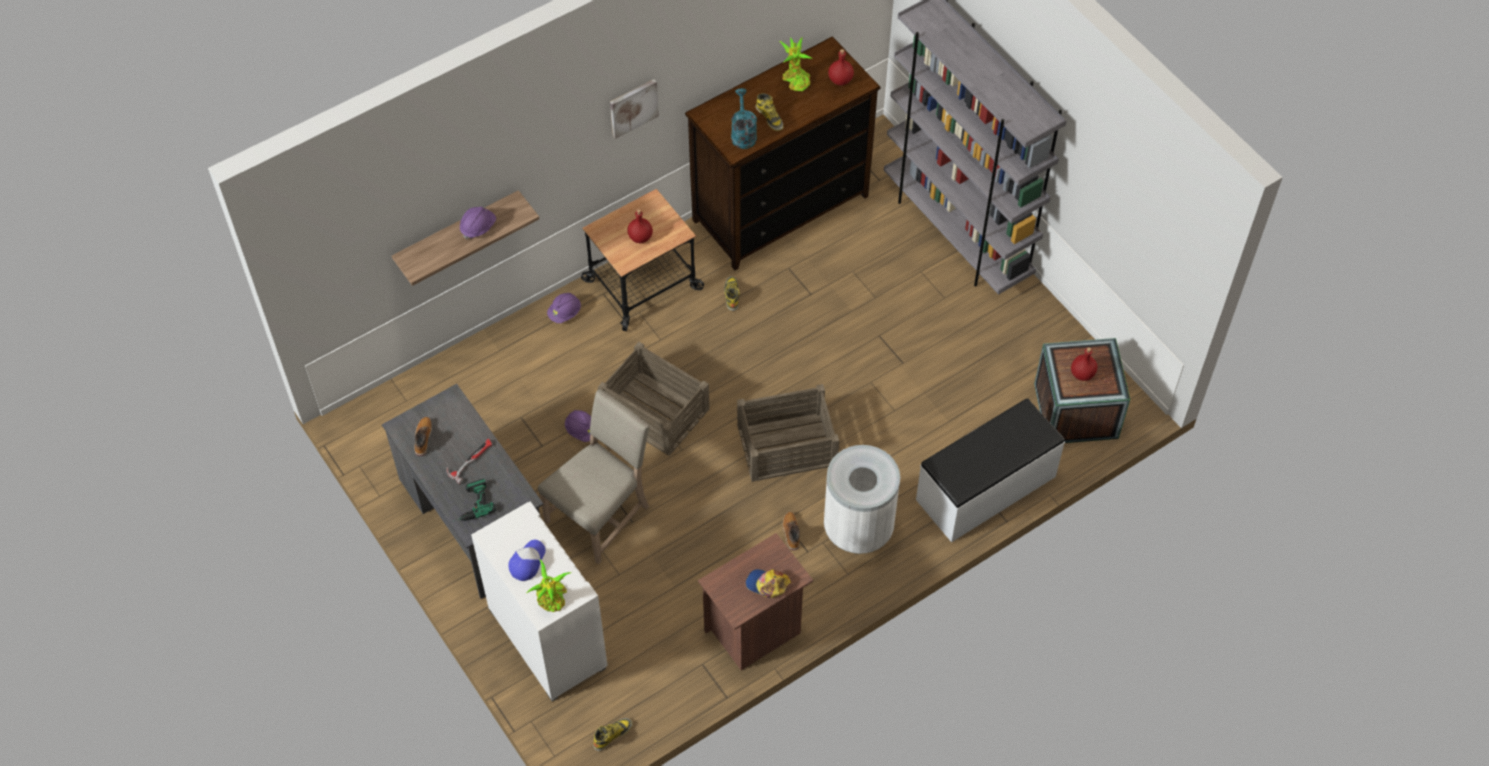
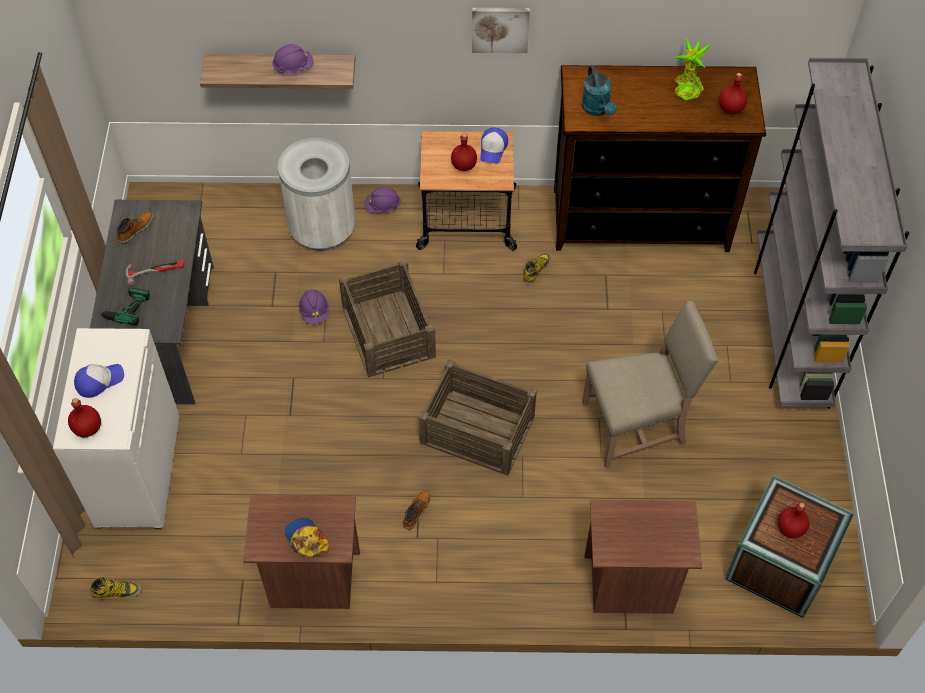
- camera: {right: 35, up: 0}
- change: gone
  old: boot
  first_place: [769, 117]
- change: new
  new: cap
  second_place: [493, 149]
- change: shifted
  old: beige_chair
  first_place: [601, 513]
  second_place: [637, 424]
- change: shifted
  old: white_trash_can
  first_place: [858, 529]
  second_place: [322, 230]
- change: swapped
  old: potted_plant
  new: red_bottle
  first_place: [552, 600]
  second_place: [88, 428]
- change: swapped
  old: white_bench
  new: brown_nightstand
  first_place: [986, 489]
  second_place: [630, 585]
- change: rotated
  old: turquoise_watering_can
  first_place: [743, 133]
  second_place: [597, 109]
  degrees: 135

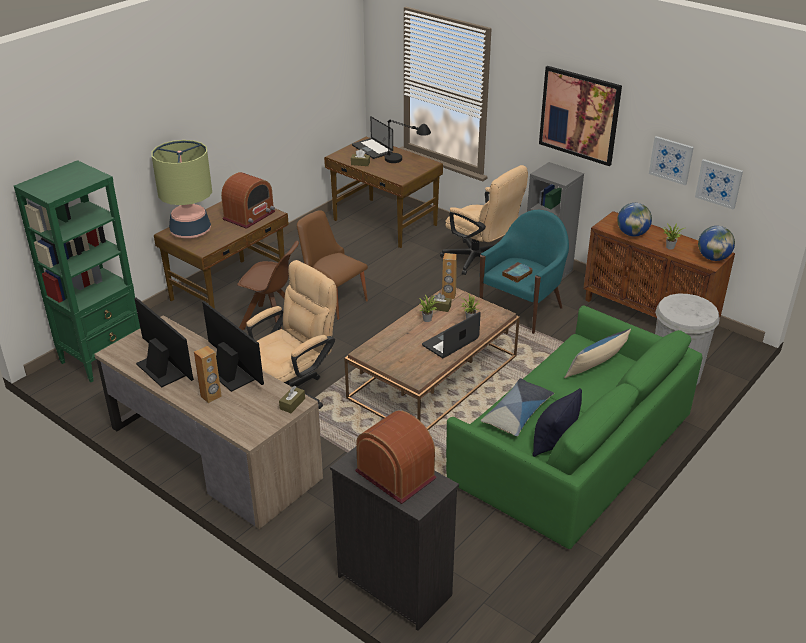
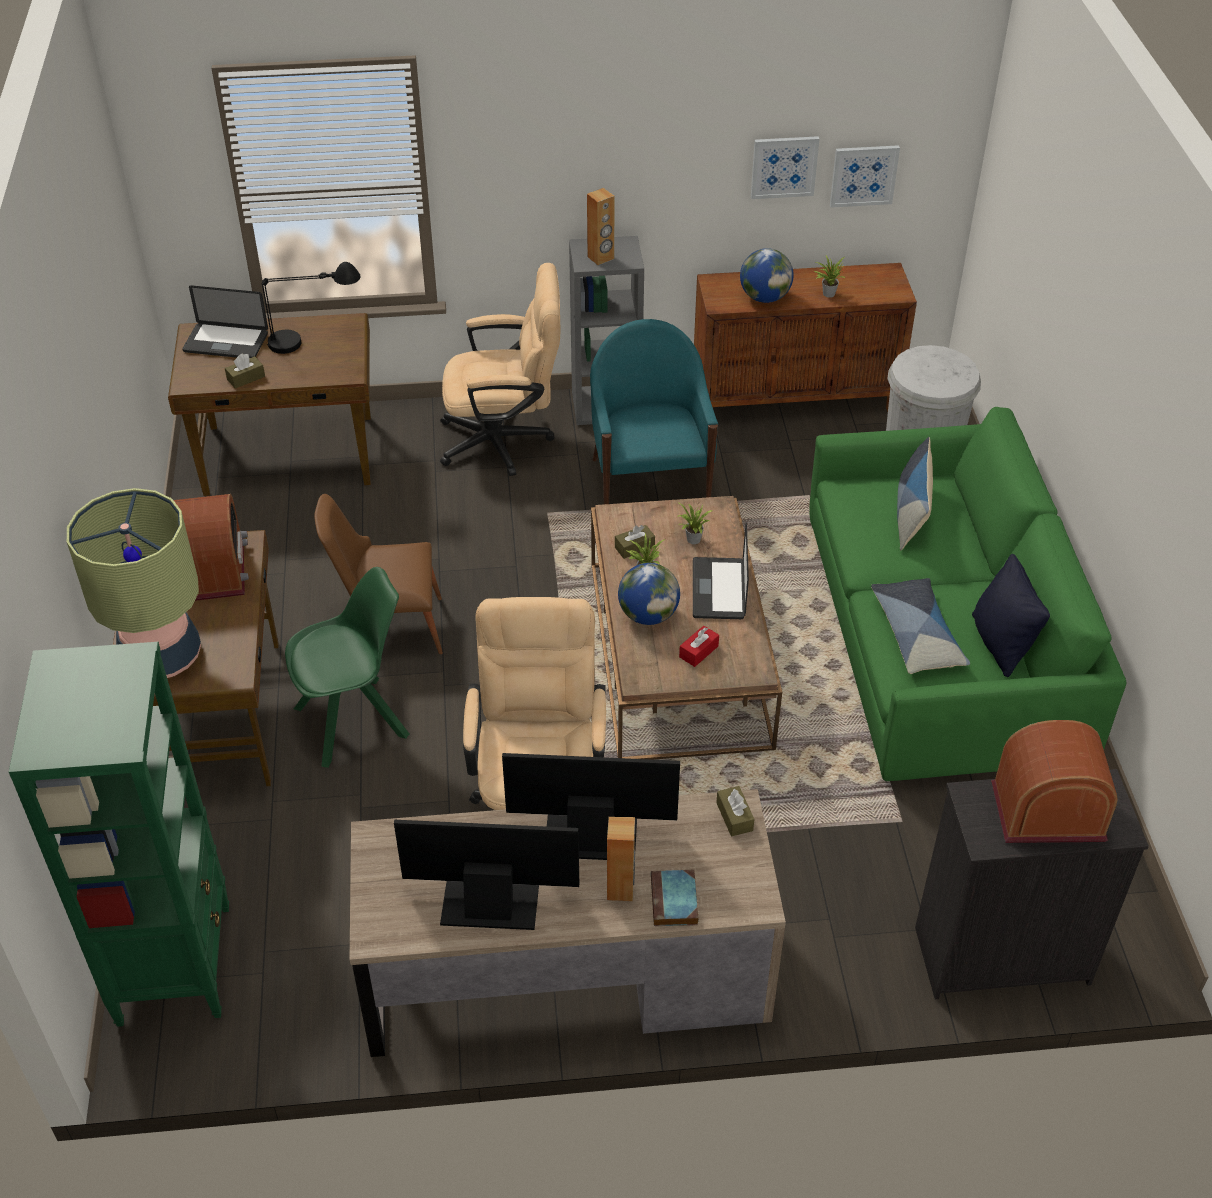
- camera: {right: -45, up: 10}
- change: gone
  old: picture
  first_place: [579, 115]
- change: new
  new: red_tissue_box
  second_place: [698, 651]
- change: shifted
  old: brown_speaker
  first_place: [448, 295]
  second_place: [601, 258]
- change: shifted
  old: book
  first_place: [517, 274]
  second_place: [674, 902]
- change: shifted
  old: globe
  first_place: [713, 258]
  second_place: [648, 615]
- change: repainted
  old: brown_chair
  new: green_chair
  first_place: [272, 322]
  second_place: [355, 721]

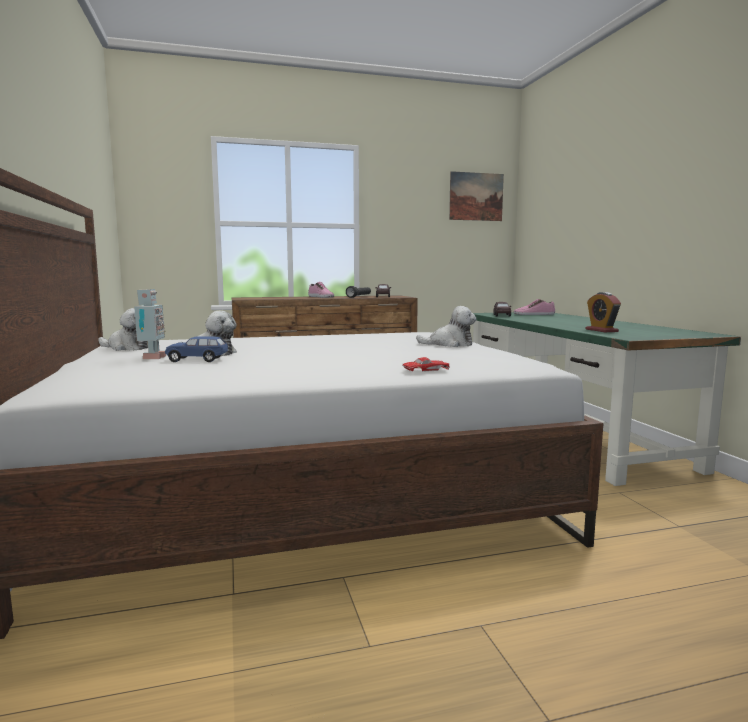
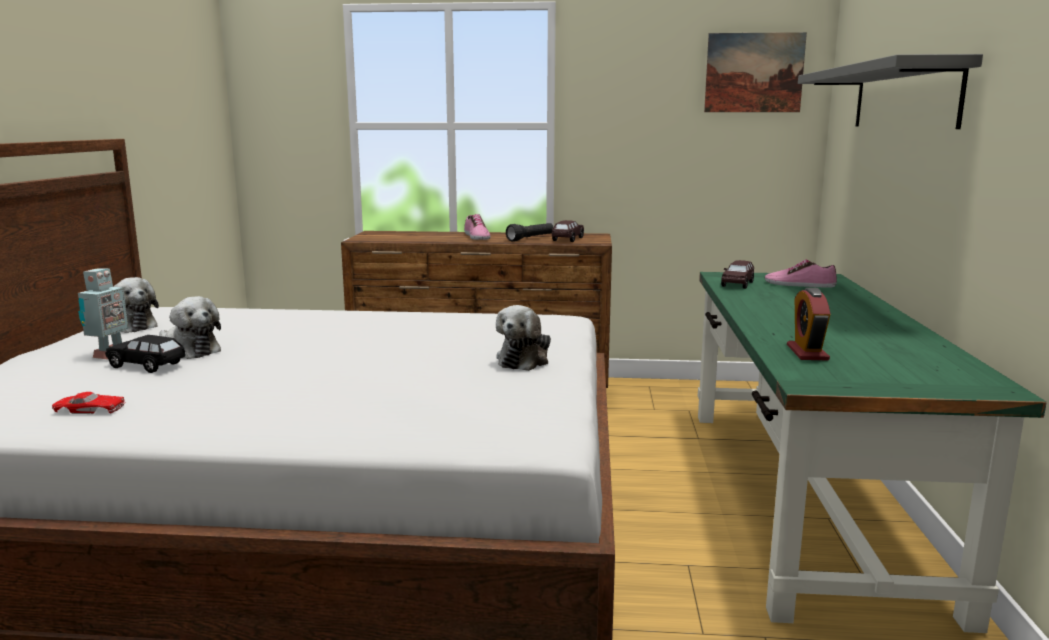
- camera: {right: 20, up: 5}
- change: new
  new: grey_shelf
  second_place: [904, 97]
- change: shifted
  old: red_toy_car
  first_place: [425, 370]
  second_place: [89, 409]
- change: repainted
  old: blue_toy_car
  new: black_toy_car
  first_place: [197, 360]
  second_place: [147, 366]
- change: rotated
  old: plush_toy
  first_place: [449, 344]
  second_place: [524, 360]
  degrees: 90

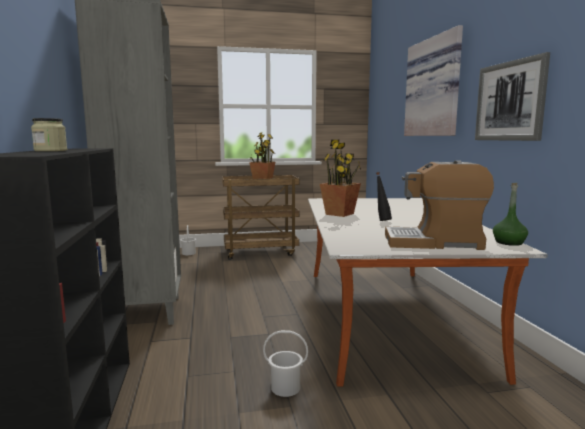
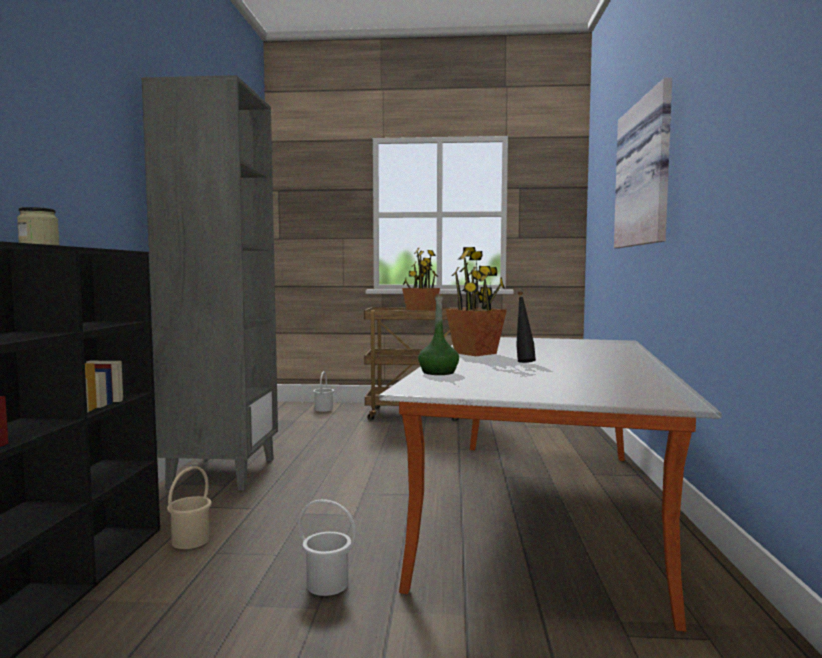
- camera: {right: 15, up: -5}
- change: gone
  old: coffee_machine
  first_place: [434, 242]
- change: gone
  old: picture
  first_place: [509, 101]
- change: new
  new: beige_bucket
  second_place: [190, 541]
- change: shifted
  old: green_bottle
  first_place: [508, 242]
  second_place: [438, 372]

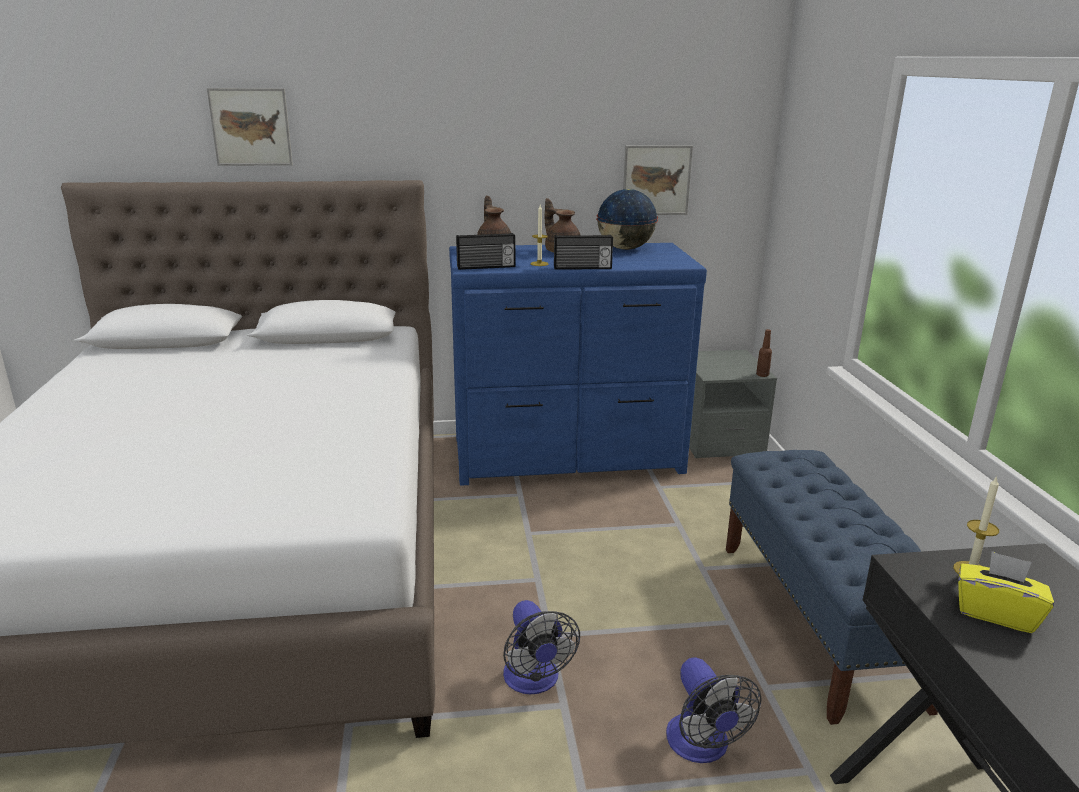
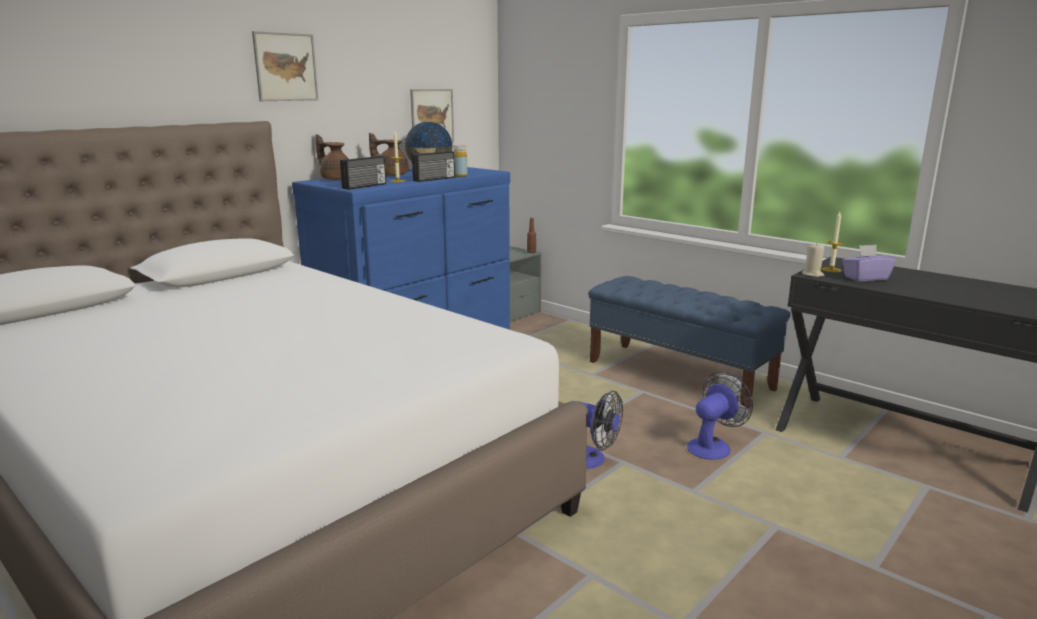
- camera: {right: -40, up: -5}
- change: new
  new: yellow_bottle
  second_place: [460, 176]
- change: new
  new: beige_candle
  second_place: [812, 274]
- change: shifted
  old: picture
  first_place: [251, 127]
  second_place: [285, 67]
- change: repainted
  old: yellow_tissue_box
  new: purple_tissue_box
  first_place: [996, 613]
  second_place: [865, 278]
- change: rotated
  old: fan
  first_place: [702, 747]
  second_place: [713, 446]
  degrees: -75

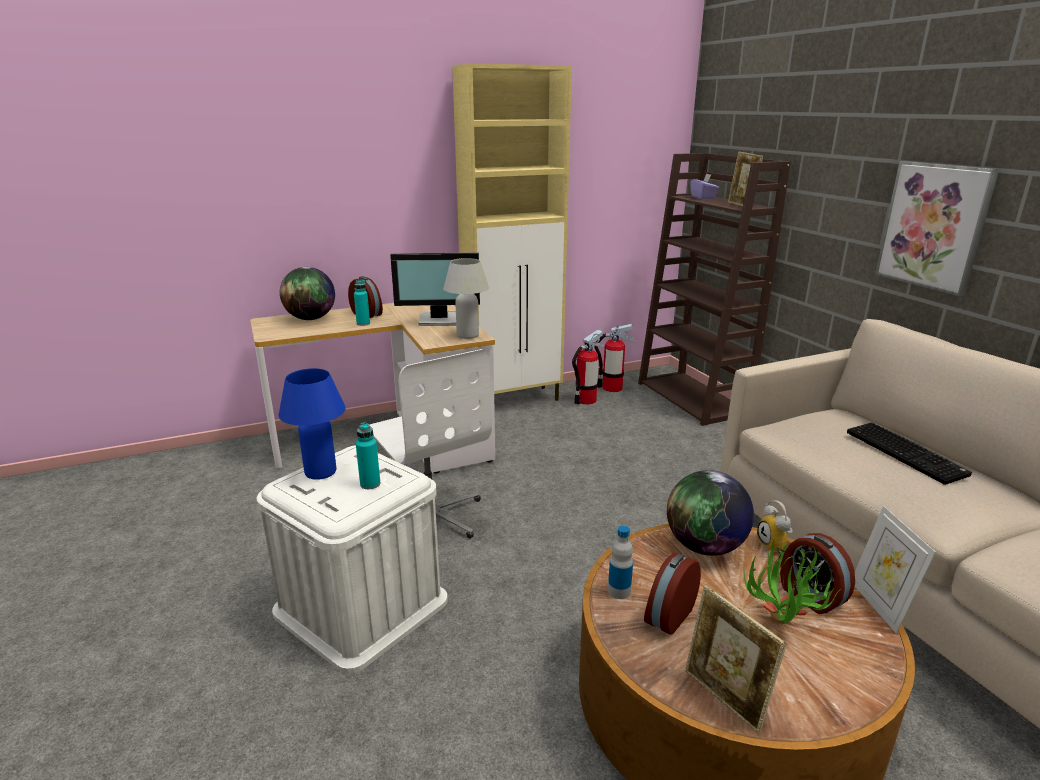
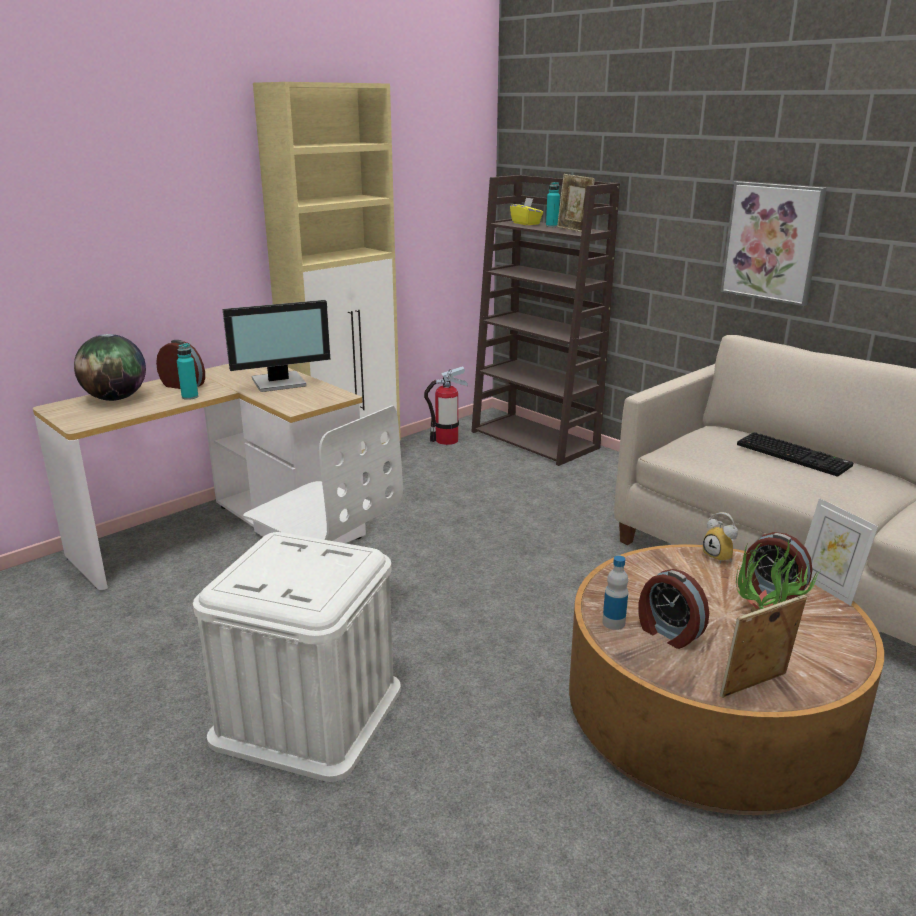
- camera: {right: -20, up: 0}
- change: gone
  old: blue_table_lamp
  first_place: [320, 472]
- change: gone
  old: white_table_lamp
  first_place: [467, 335]
- change: gone
  old: fire_extinguisher
  first_place: [585, 400]
- change: gone
  old: globe
  first_place: [705, 547]
- change: shifted
  old: turquoise_bottle
  first_place: [370, 484]
  second_place: [552, 226]
- change: repainted
  old: purple_tissue_box
  new: yellow_tissue_box
  first_place: [703, 198]
  second_place: [526, 223]
- change: rotated
  old: alarm_clock
  first_place: [668, 615]
  second_place: [668, 633]
  degrees: -60
- change: rotated
  old: picture_frame
  first_place: [724, 699]
  second_place: [755, 688]
  degrees: 120

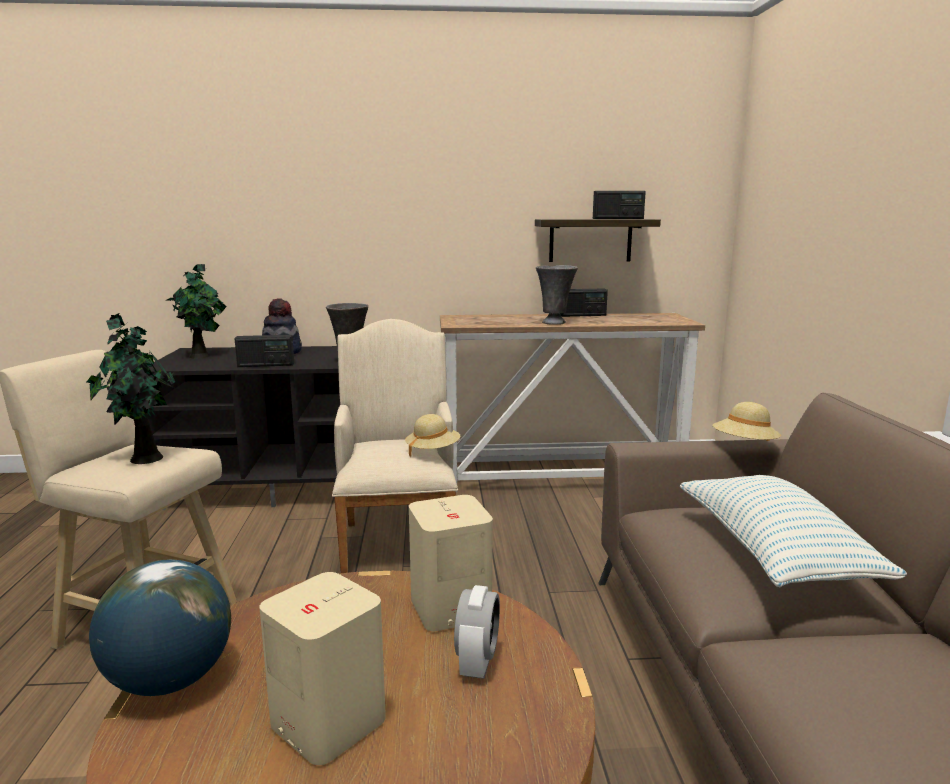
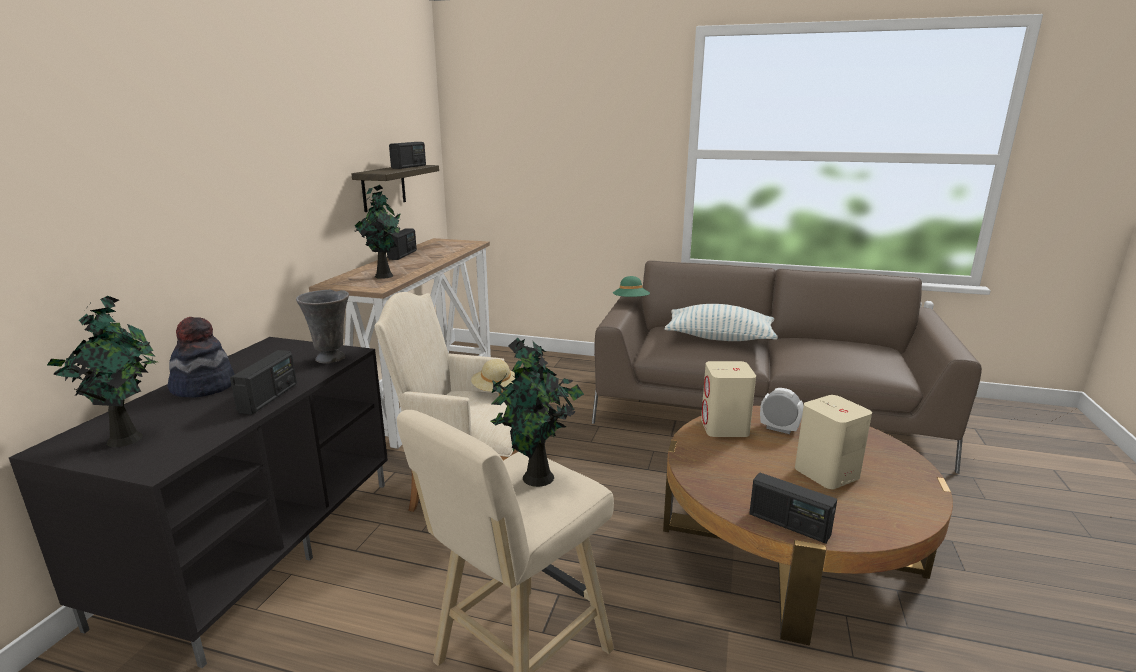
- camera: {right: -70, up: 5}
- change: gone
  old: grey_vase
  first_place: [555, 323]
- change: new
  new: potted_plant
  second_place: [383, 275]
- change: swapped
  old: globe
  new: radio
  first_place: [171, 680]
  second_place: [788, 524]
- change: repainted
  old: beige_hat
  new: green_hat
  first_place: [744, 445]
  second_place: [631, 302]

